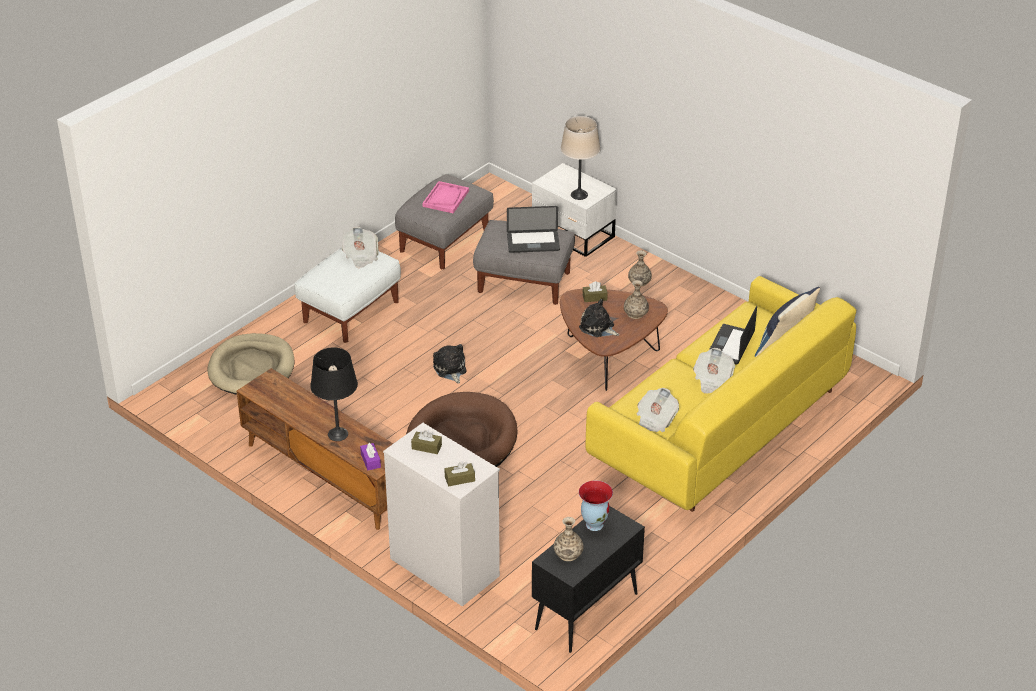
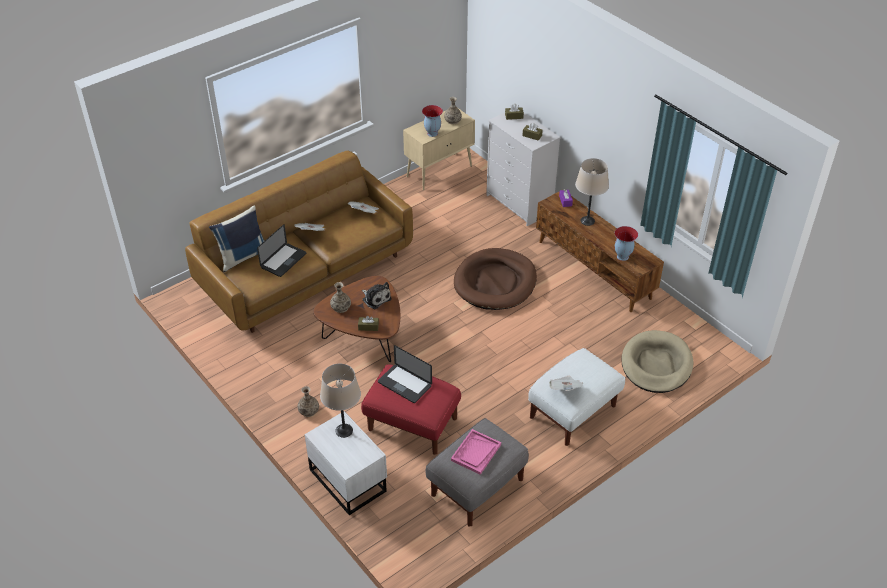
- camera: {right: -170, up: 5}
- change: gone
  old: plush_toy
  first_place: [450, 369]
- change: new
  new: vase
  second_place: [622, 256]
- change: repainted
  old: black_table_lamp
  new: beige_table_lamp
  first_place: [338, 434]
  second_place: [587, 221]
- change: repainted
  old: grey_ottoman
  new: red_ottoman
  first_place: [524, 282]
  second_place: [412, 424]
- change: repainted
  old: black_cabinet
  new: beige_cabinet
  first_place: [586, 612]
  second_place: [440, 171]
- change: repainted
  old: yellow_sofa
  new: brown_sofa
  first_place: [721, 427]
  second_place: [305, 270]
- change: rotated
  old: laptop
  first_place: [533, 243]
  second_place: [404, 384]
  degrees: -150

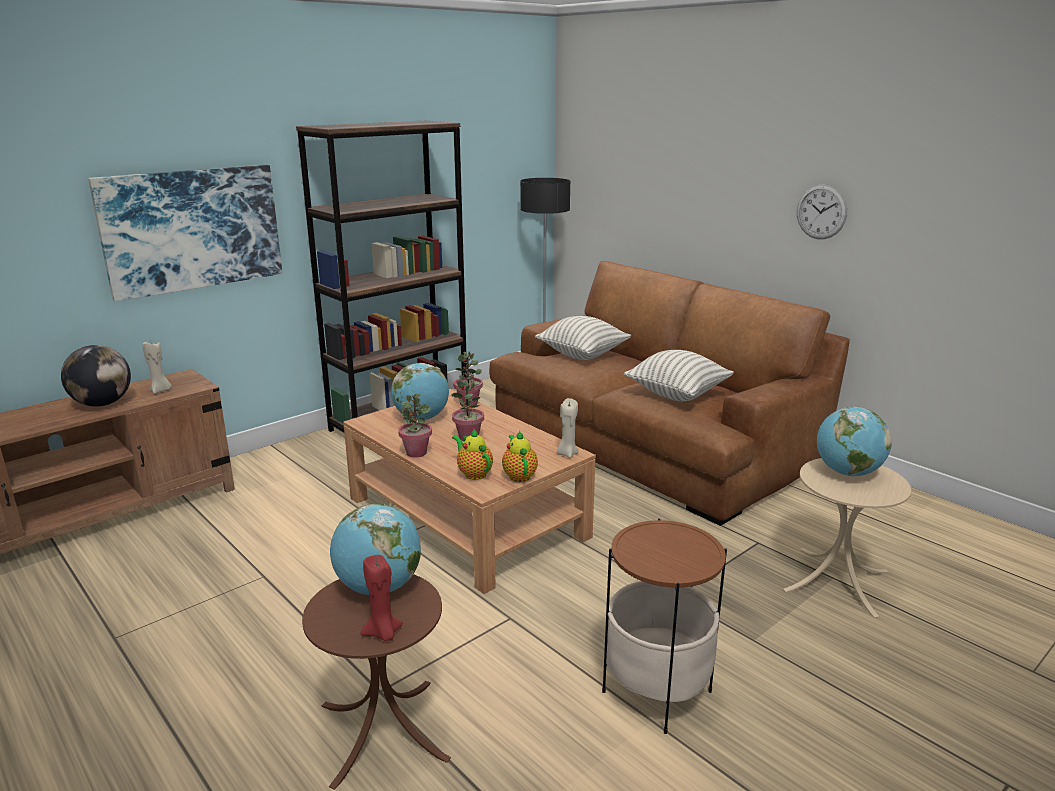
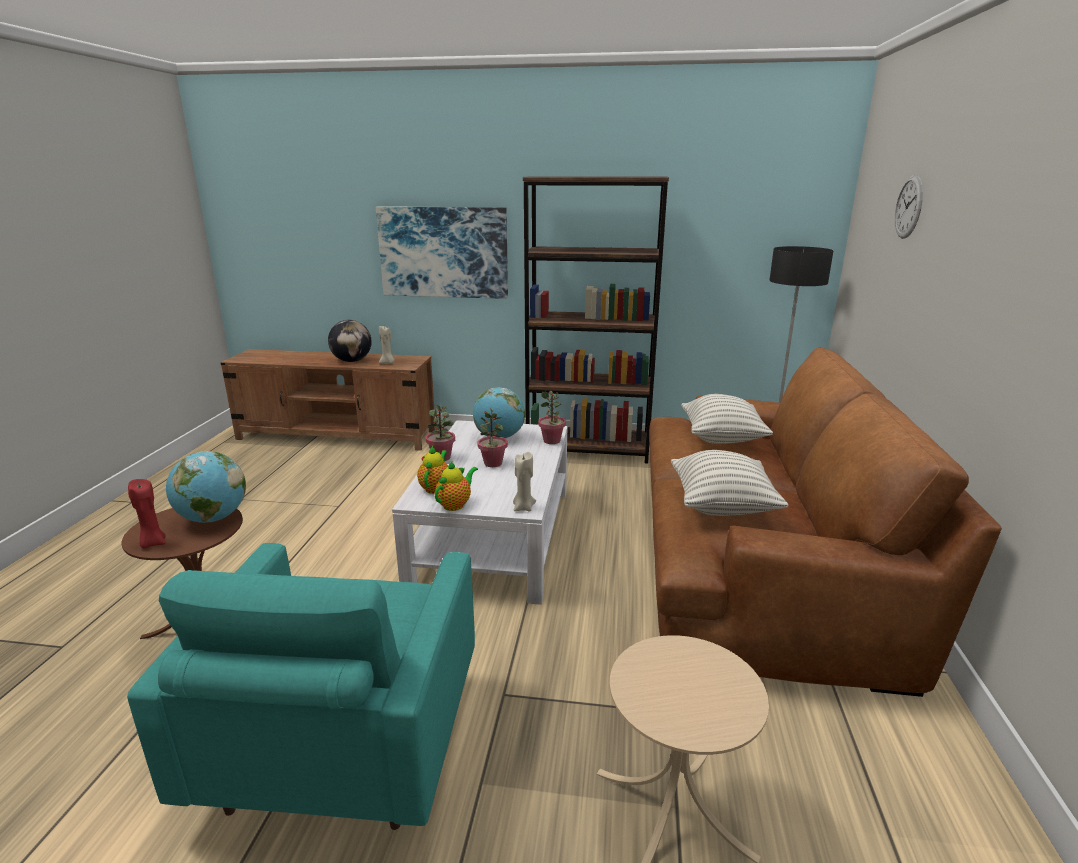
- camera: {right: 50, up: 0}
- change: gone
  old: globe
  first_place: [847, 473]
- change: shifted
  old: wall_clock
  first_place: [821, 212]
  second_place: [909, 207]
- change: swapped
  old: side_table
  new: turquoise_armchair
  first_place: [657, 692]
  second_place: [342, 746]
- change: repainted
  old: brown_coffee_table
  new: white_coffee_table
  first_place: [467, 517]
  second_place: [494, 536]

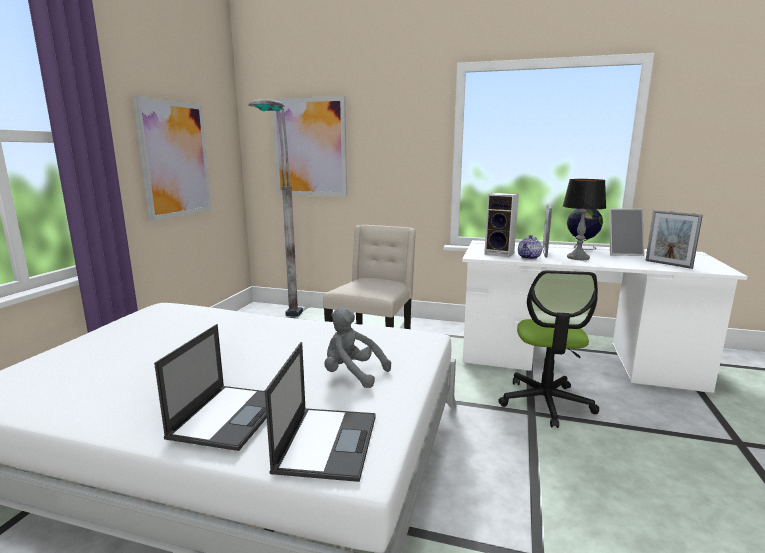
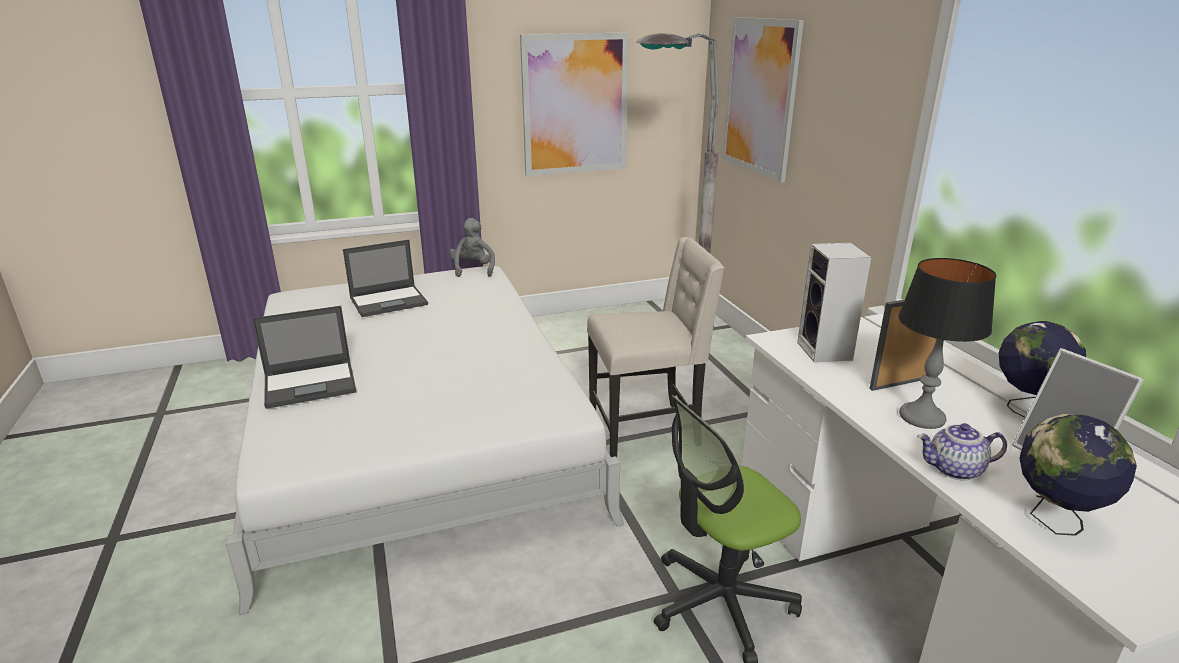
- camera: {right: 55, up: 10}
- change: shifted
  old: laptop
  first_place: [327, 442]
  second_place: [389, 301]
- change: shifted
  old: grey_plush_toy
  first_place: [352, 374]
  second_place: [473, 269]
- change: shifted
  old: teapot
  first_place: [529, 258]
  second_place: [955, 470]
- change: swapped
  old: picture_frame
  new: globe
  first_place: [668, 264]
  second_place: [1055, 521]

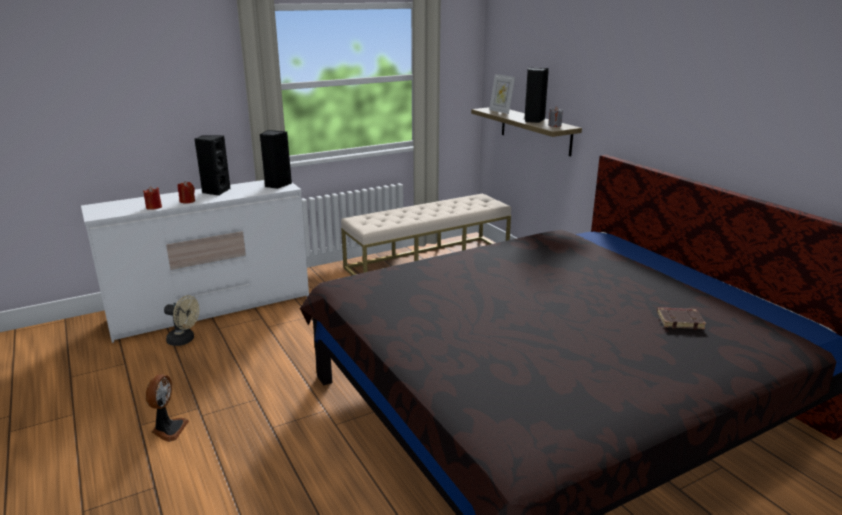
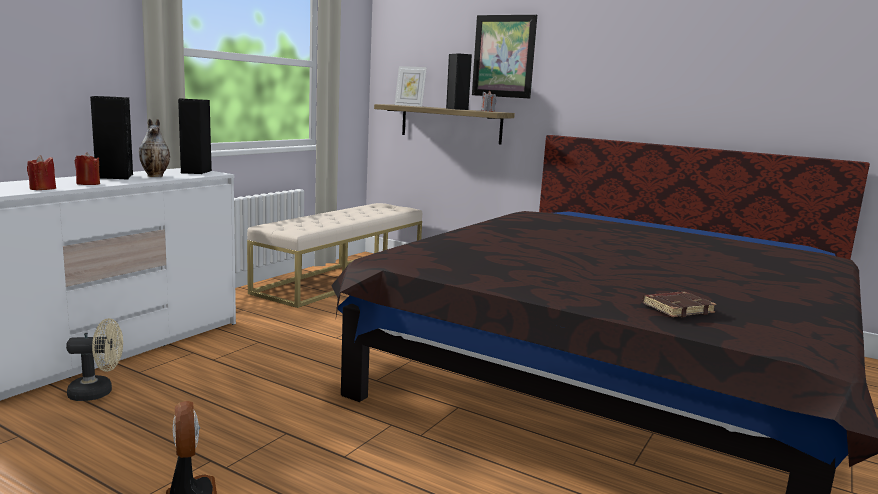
- camera: {right: -30, up: -10}
- change: new
  new: vase
  second_place: [156, 176]
- change: new
  new: picture
  second_place: [503, 56]
- change: shifted
  old: brown_book
  first_place: [680, 321]
  second_place: [677, 308]

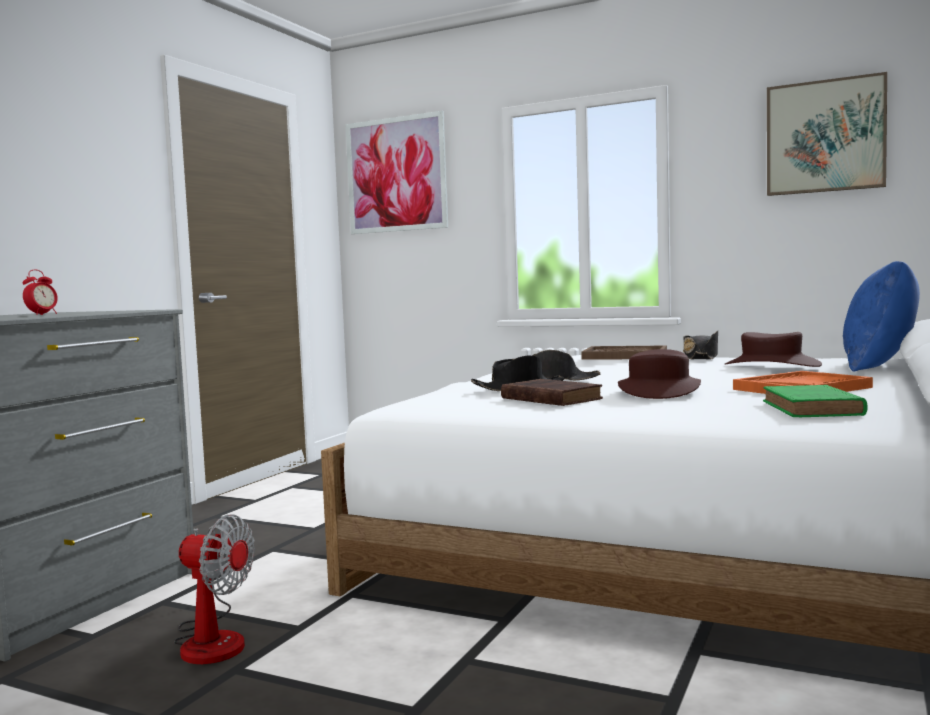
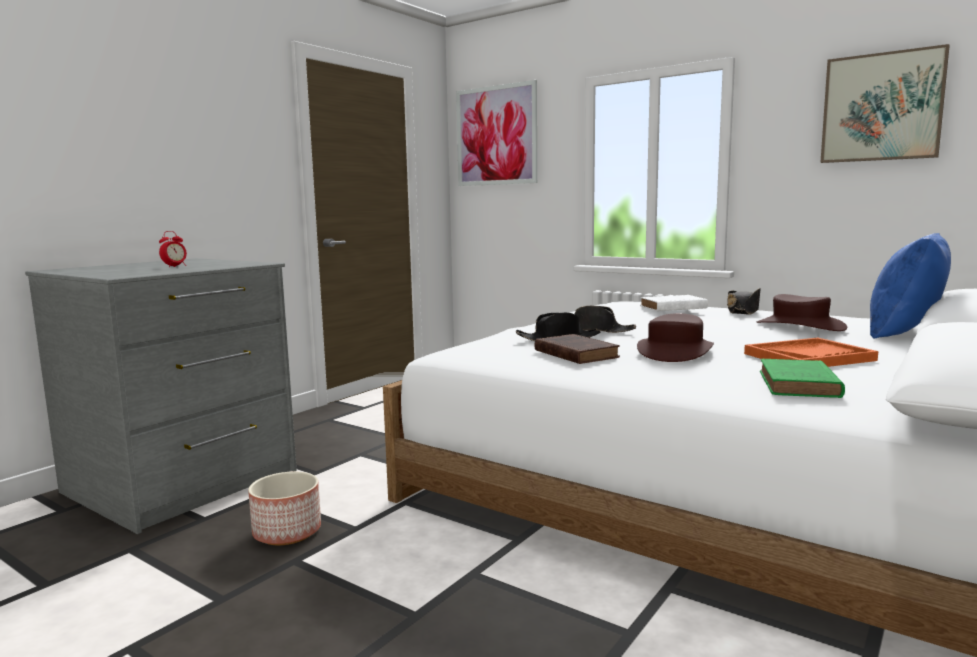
- camera: {right: 10, up: 5}
- change: swapped
  old: fan
  new: planter
  first_place: [212, 639]
  second_place: [287, 532]
- change: swapped
  old: brown_tray
  new: white_book
  first_place: [624, 356]
  second_place: [671, 307]

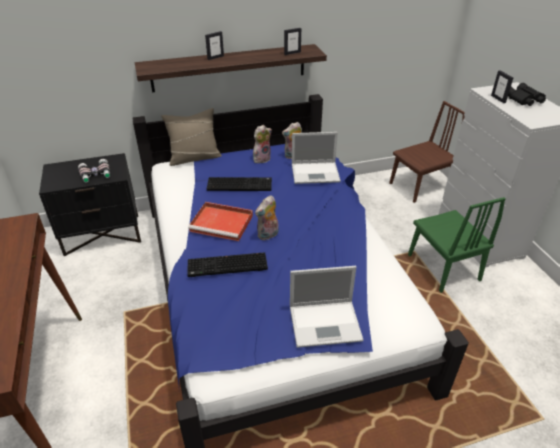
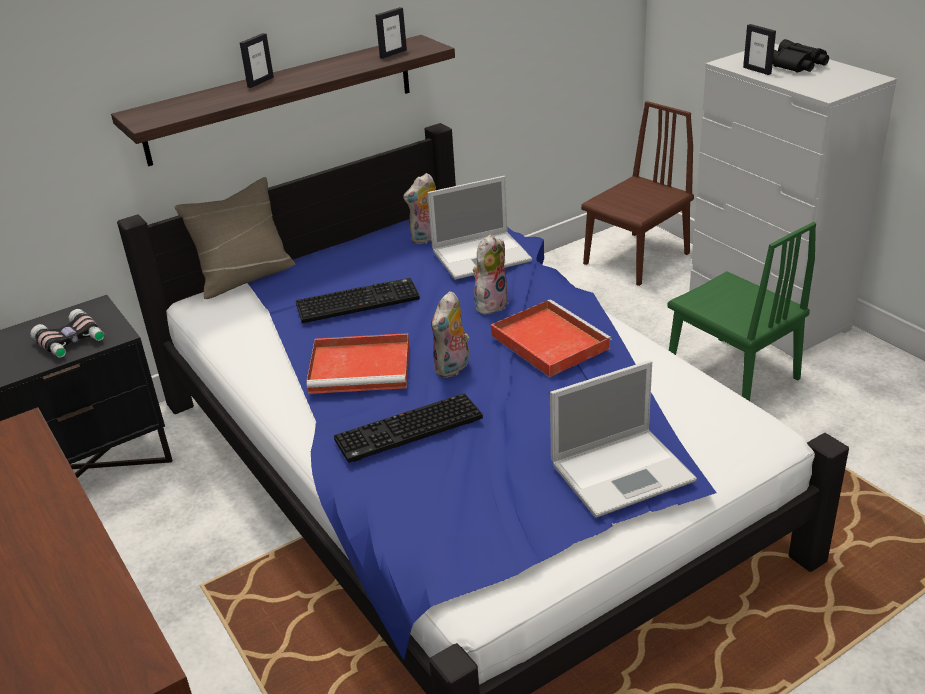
- camera: {right: -15, up: -5}
- change: new
  new: red_tray
  second_place: [547, 341]
- change: shifted
  old: plush_toy
  first_place: [261, 158]
  second_place: [490, 303]

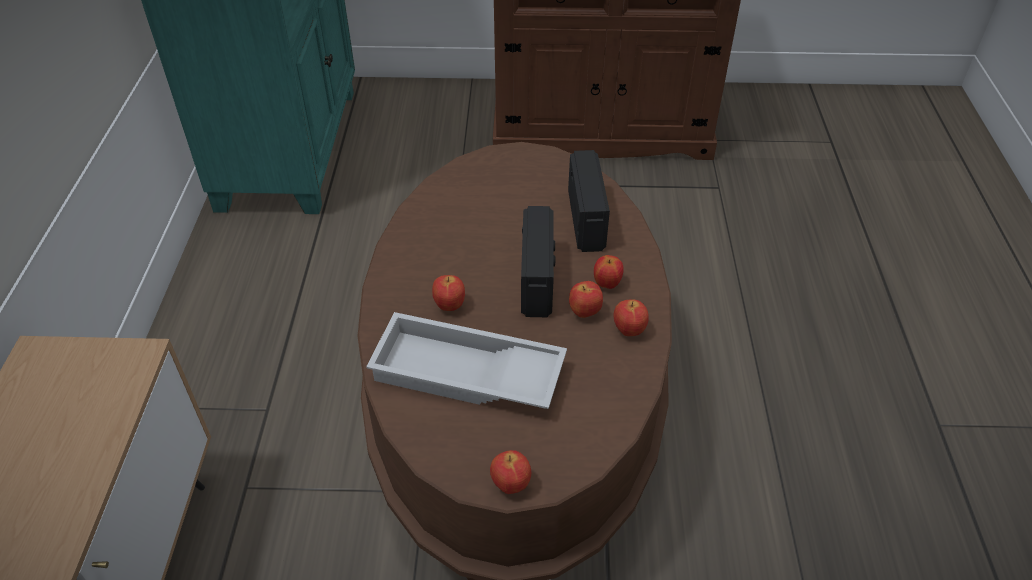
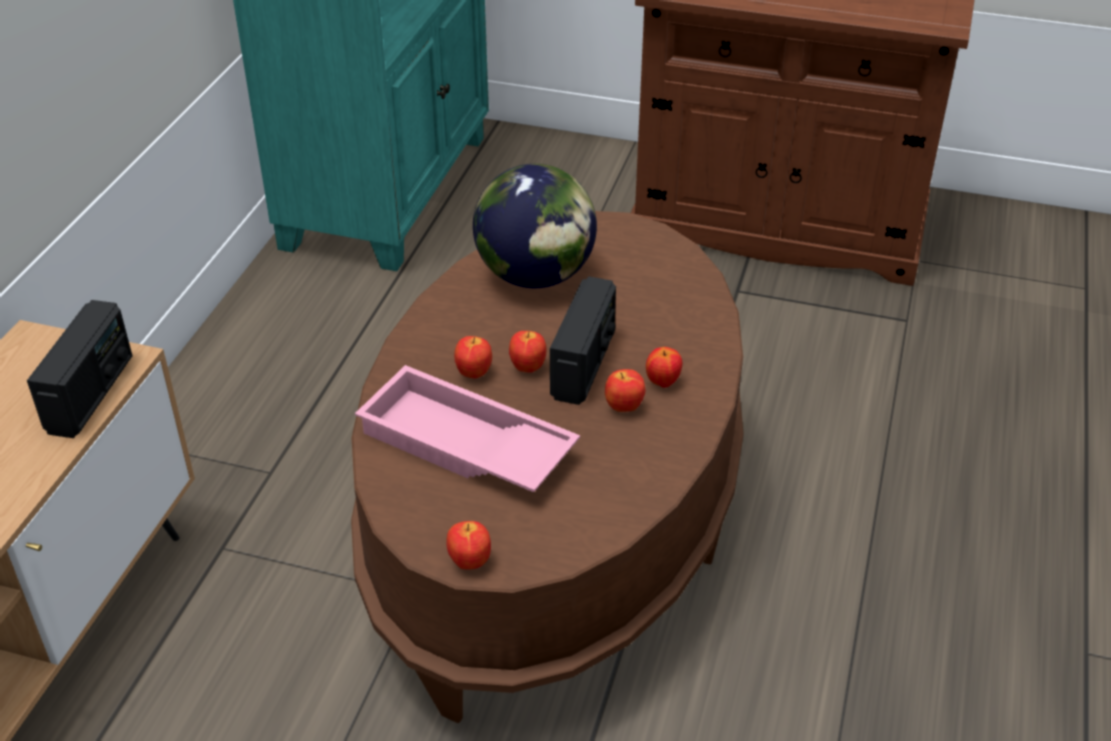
- camera: {right: 15, up: -5}
- change: new
  new: globe
  second_place: [536, 276]
- change: shifted
  old: radio
  first_place: [587, 219]
  second_place: [91, 394]
- change: shifted
  old: apple
  first_place: [628, 330]
  second_place: [527, 367]
- change: repainted
  old: white_tray
  new: pink_tray
  first_place: [465, 375]
  second_place: [463, 446]

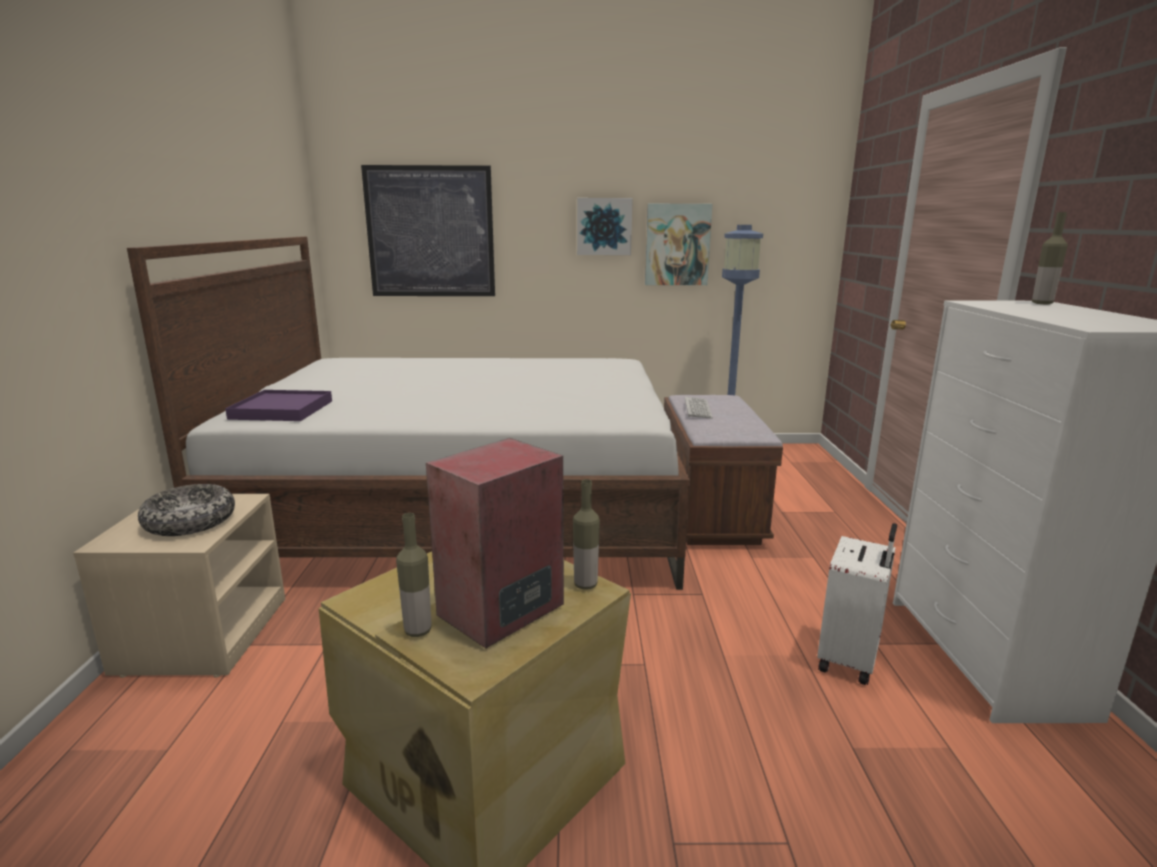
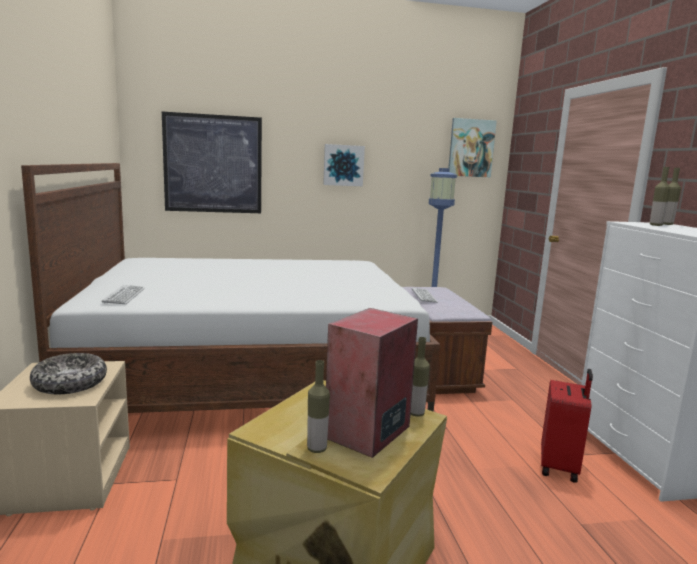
- camera: {right: -10, up: -5}
- change: new
  new: bottle
  second_place: [655, 225]
- change: shifted
  old: picture
  first_place: [677, 245]
  second_place: [471, 148]
- change: swapped
  old: purple_tray
  new: keyboard
  first_place: [282, 410]
  second_place: [124, 295]
- change: repainted
  old: white_suitcase
  new: red_suitcase
  first_place: [850, 660]
  second_place: [560, 467]

